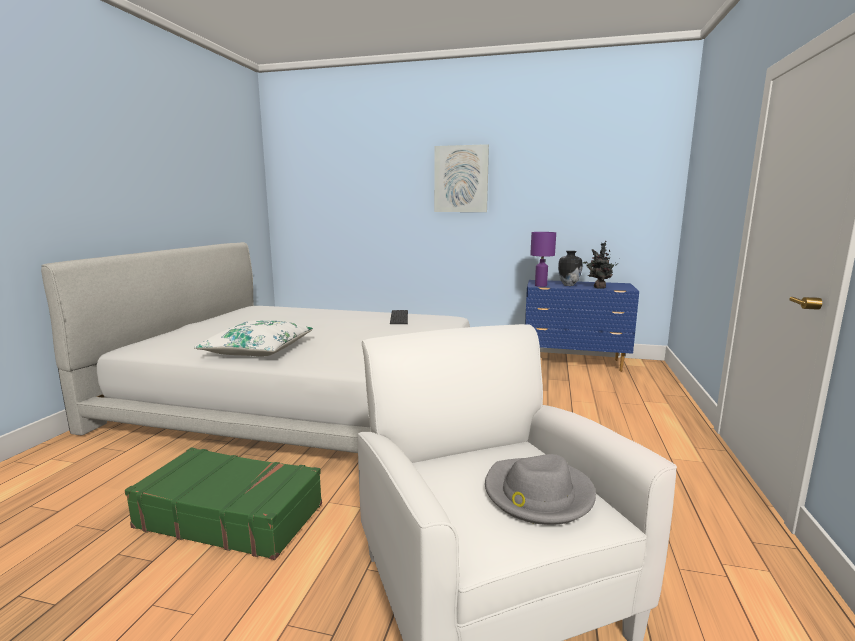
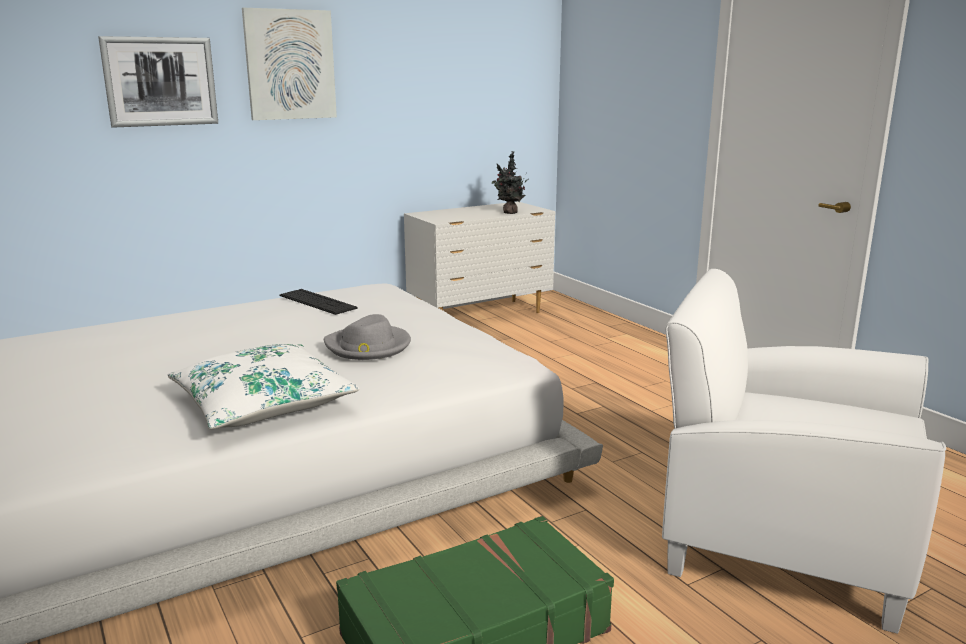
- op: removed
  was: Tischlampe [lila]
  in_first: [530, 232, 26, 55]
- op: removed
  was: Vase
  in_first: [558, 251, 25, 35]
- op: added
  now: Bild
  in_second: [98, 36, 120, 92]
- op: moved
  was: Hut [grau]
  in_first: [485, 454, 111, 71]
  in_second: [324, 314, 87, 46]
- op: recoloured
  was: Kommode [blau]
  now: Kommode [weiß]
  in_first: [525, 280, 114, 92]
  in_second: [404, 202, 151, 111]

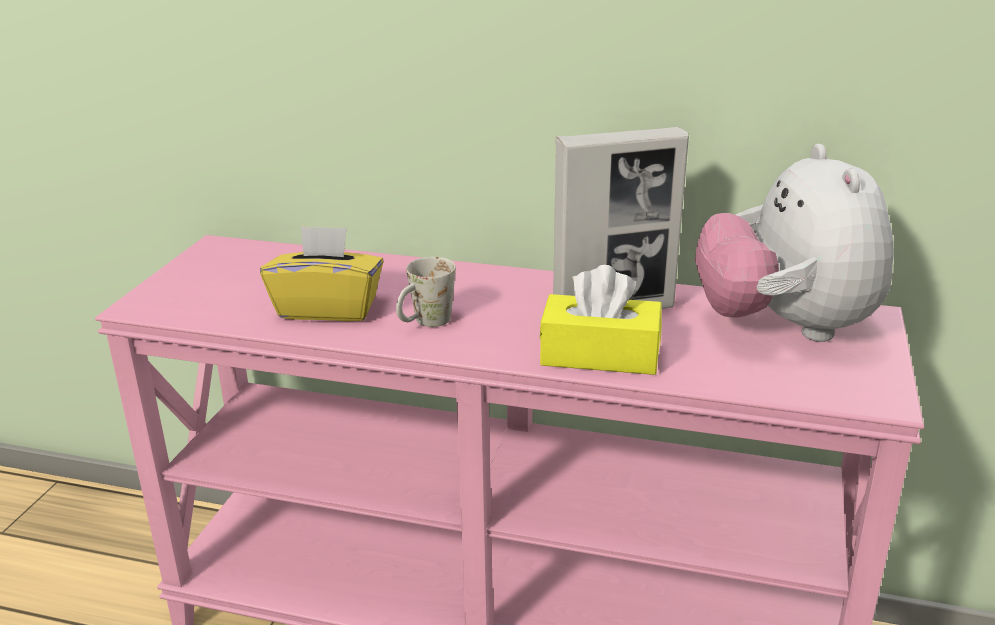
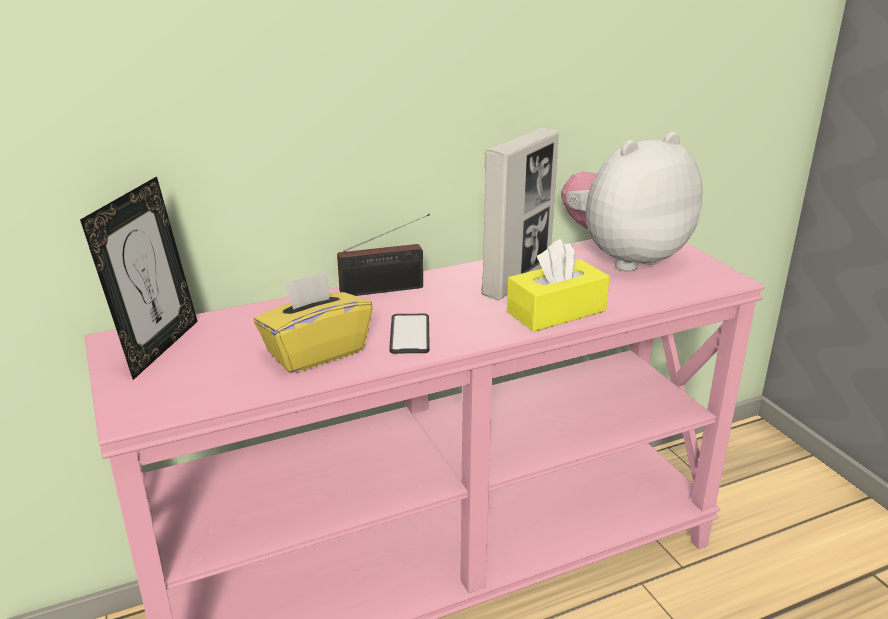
- op: added
  now: Bilderrahmen
  in_second: [80, 176, 118, 204]
- op: added
  now: Radio
  in_second: [337, 214, 93, 82]
- op: replaced
  was: Henkelbecher [weiß]
  now: Handy
  in_first: [396, 257, 60, 70]
  in_second: [389, 314, 41, 40]
- op: turned
  was: Plüschtier
  in_first: [695, 144, 199, 198]
  in_second: [561, 132, 142, 139]
  clockwise: 105

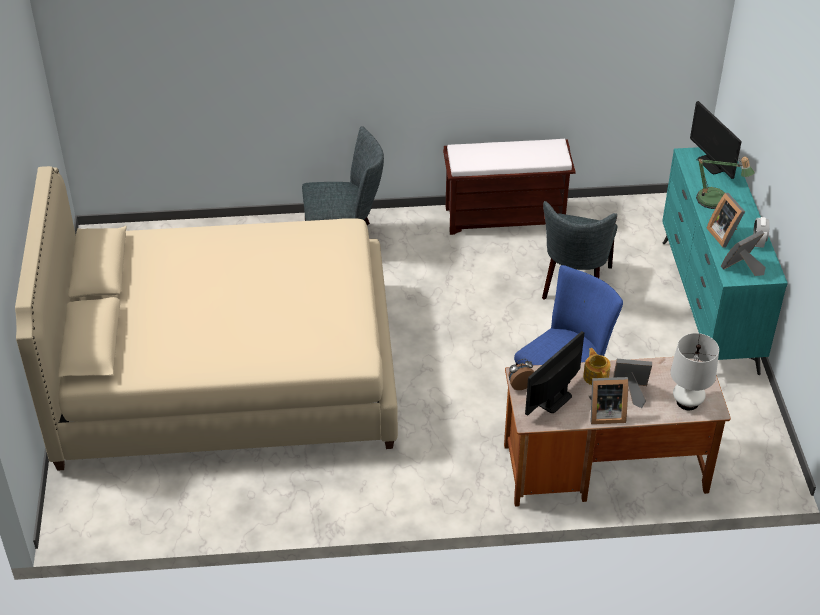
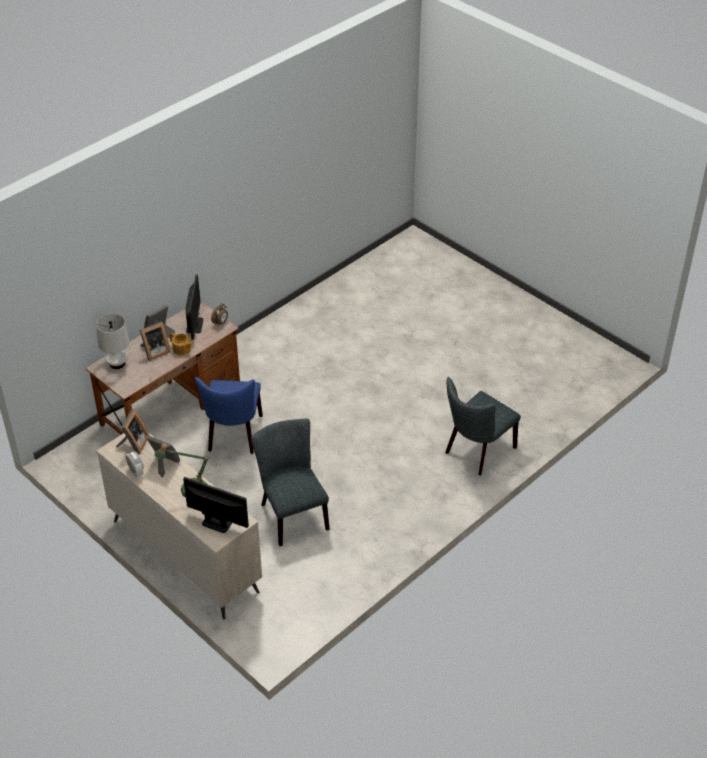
- op: removed
  was: Bett [beige]
  in_first: [15, 166, 383, 305]
- op: removed
  was: Bank [braun]
  in_first: [443, 139, 132, 96]
- op: recoloured
  was: Kommode [türkis]
  now: Kommode [beige]
  in_first: [662, 147, 126, 228]
  in_second: [97, 432, 165, 187]

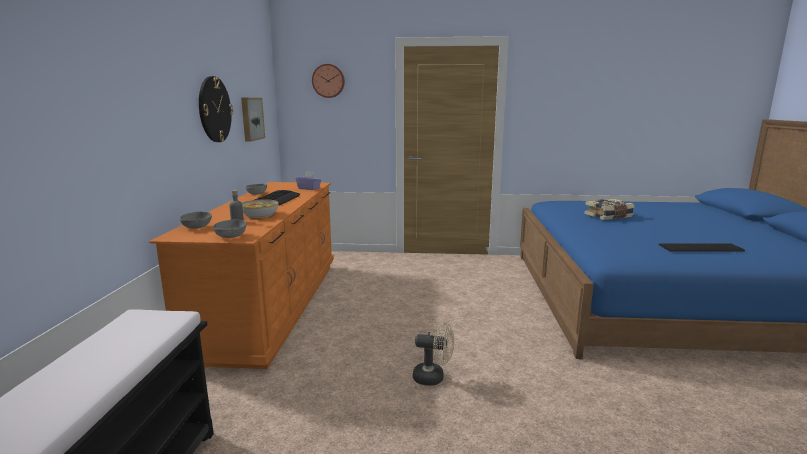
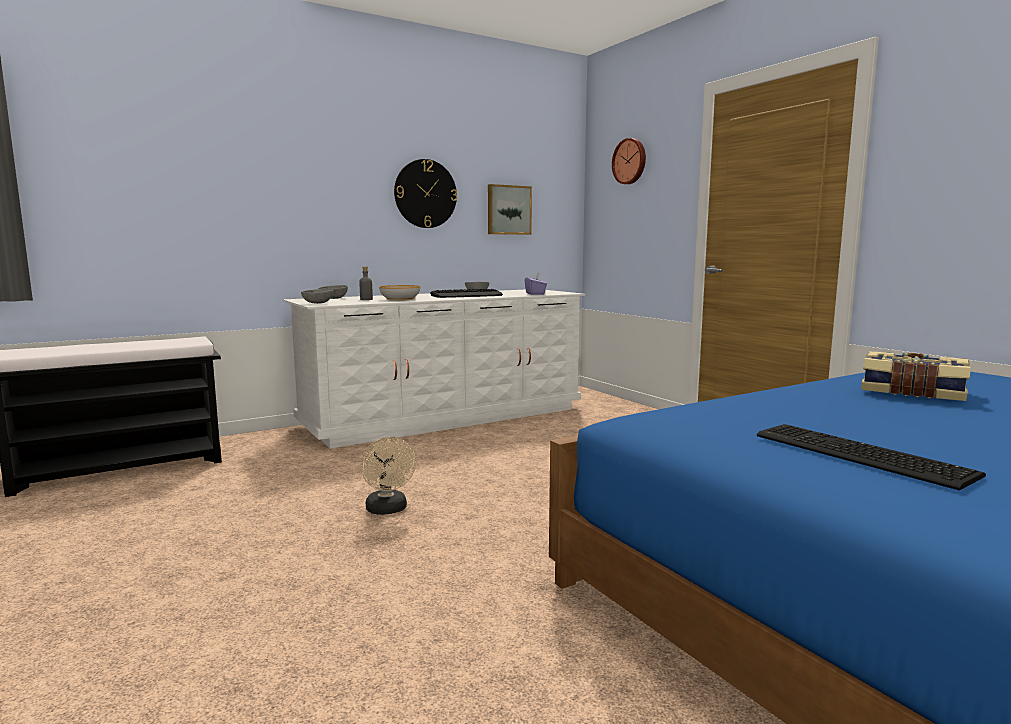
- op: recoloured
  was: Kommode [orange]
  now: Kommode [weiß]
  in_first: [149, 182, 185, 187]
  in_second: [284, 290, 301, 158]

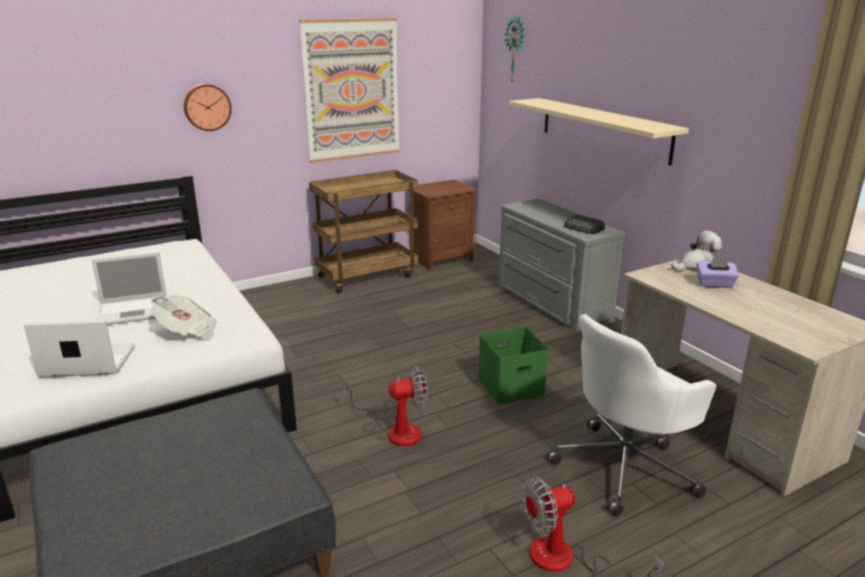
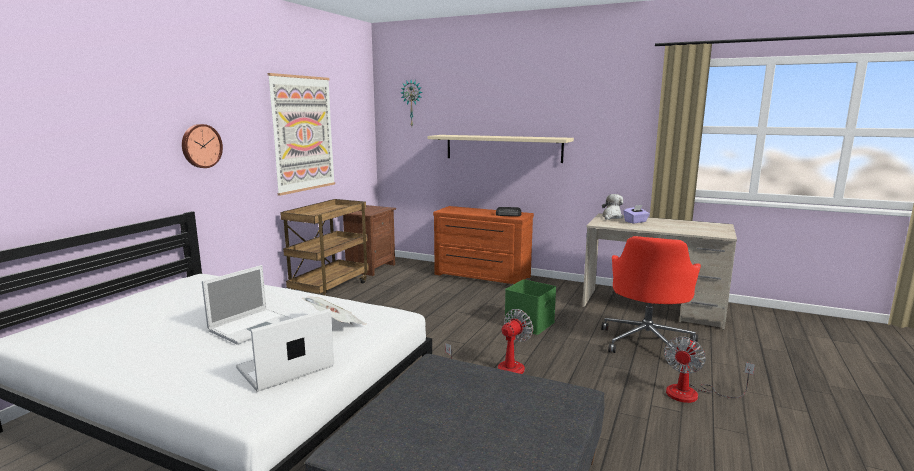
- op: recoloured
  was: Kommode [grau]
  now: Kommode [braun]
  in_first: [498, 198, 128, 134]
  in_second: [433, 206, 101, 79]
- op: recoloured
  was: Bürostuhl [weiß]
  now: Bürostuhl [rot]
  in_first: [547, 314, 169, 203]
  in_second: [601, 236, 100, 129]

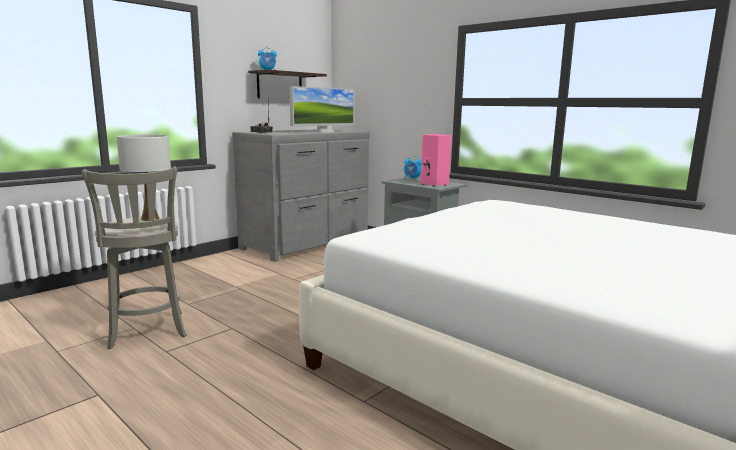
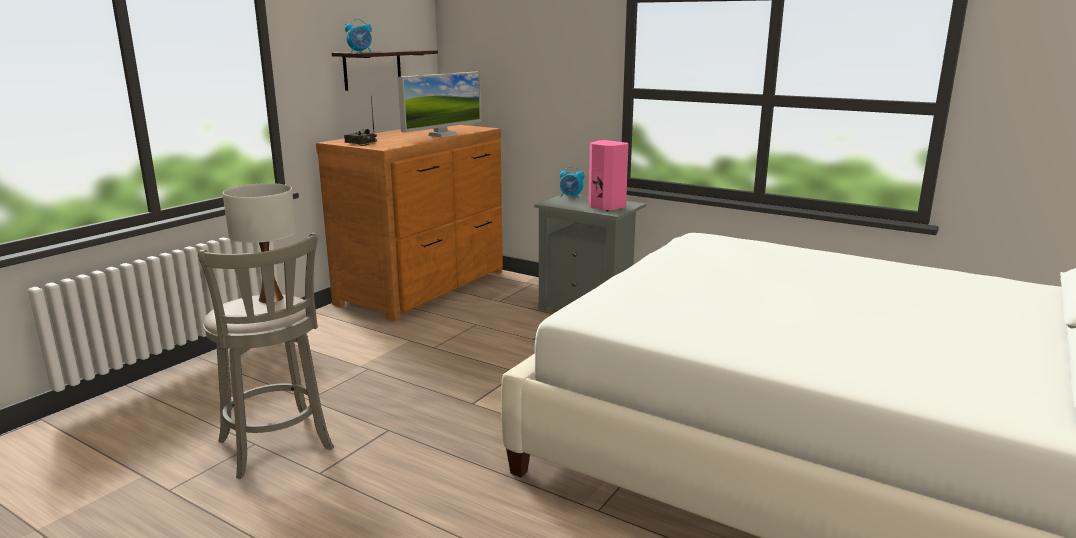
- op: recoloured
  was: Kommode [grau]
  now: Kommode [braun]
  in_first: [232, 129, 138, 133]
  in_second: [316, 125, 187, 197]

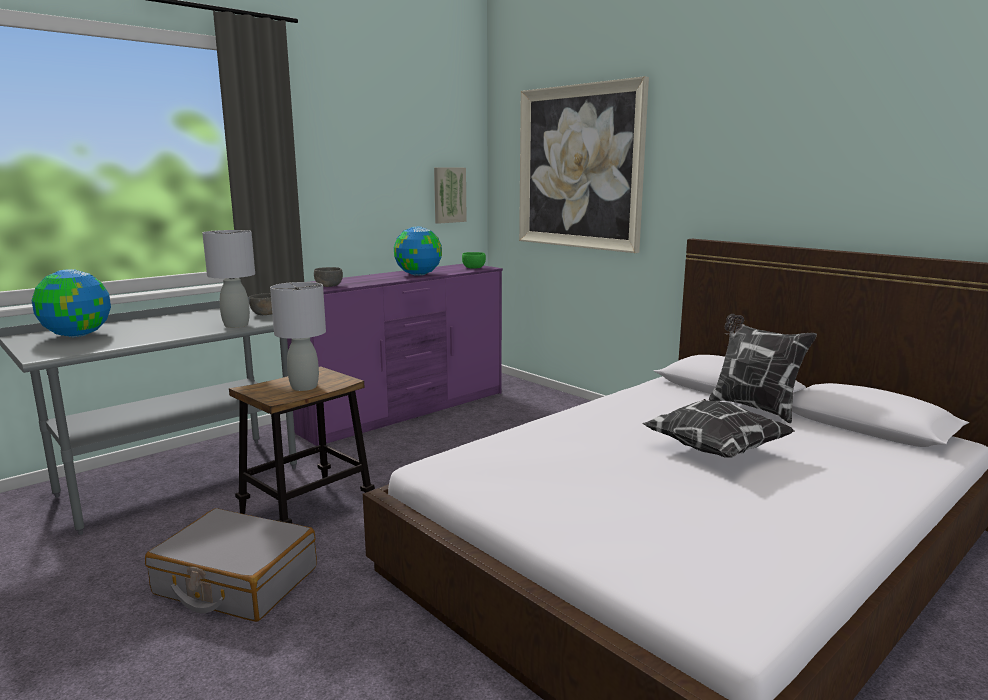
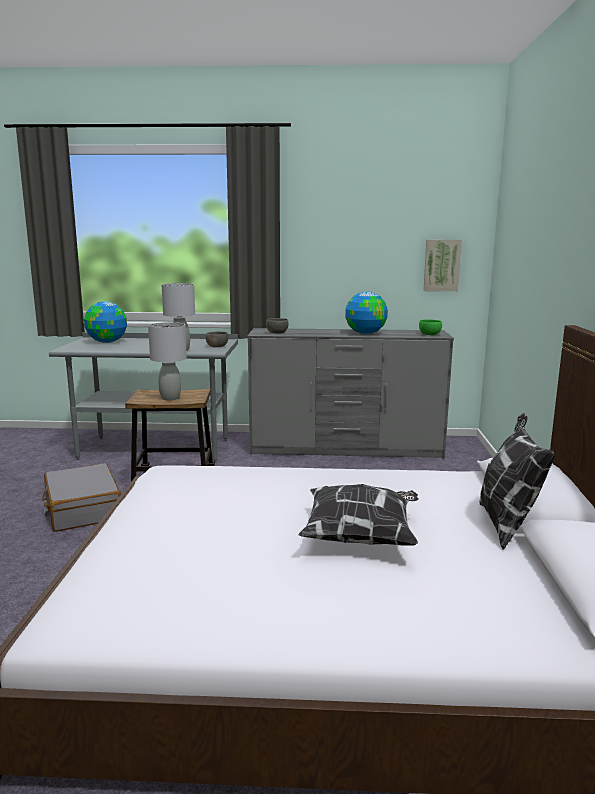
- op: removed
  was: Bild
  in_first: [519, 76, 130, 177]
- op: recoloured
  was: Kommode [lila]
  now: Kommode [grau]
  in_first: [287, 264, 216, 182]
  in_second: [247, 328, 207, 130]

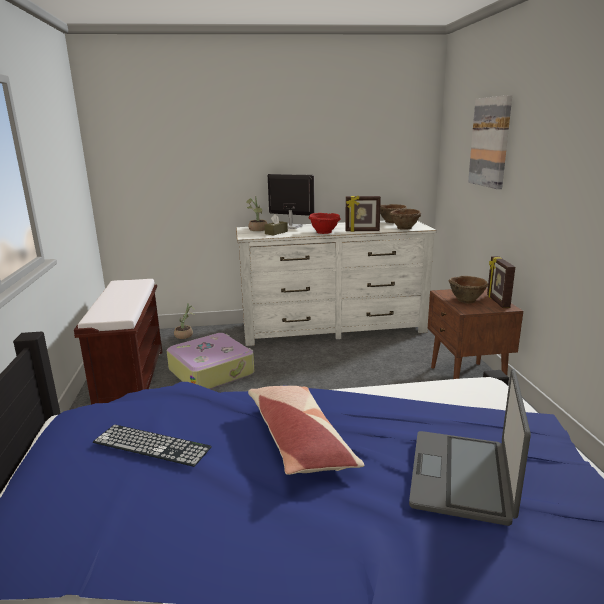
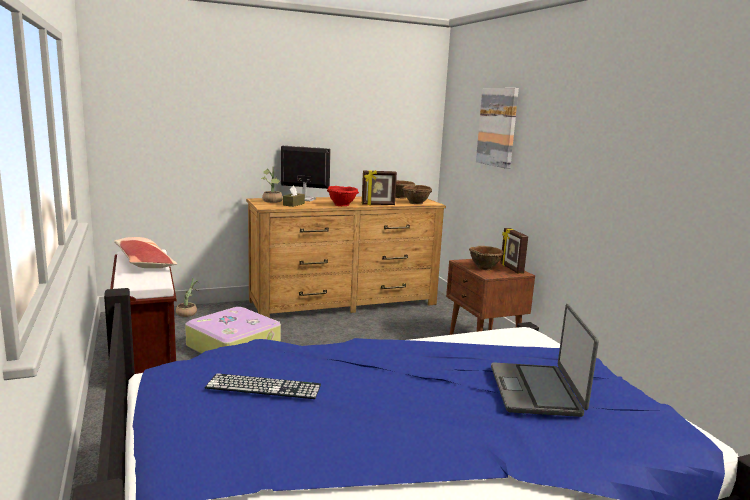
- op: moved
  was: Kissen
  in_first: [248, 386, 116, 89]
  in_second: [114, 237, 63, 32]
- op: recoloured
  was: Kommode [weiß]
  now: Kommode [braun]
  in_first: [236, 221, 200, 125]
  in_second: [246, 197, 200, 121]

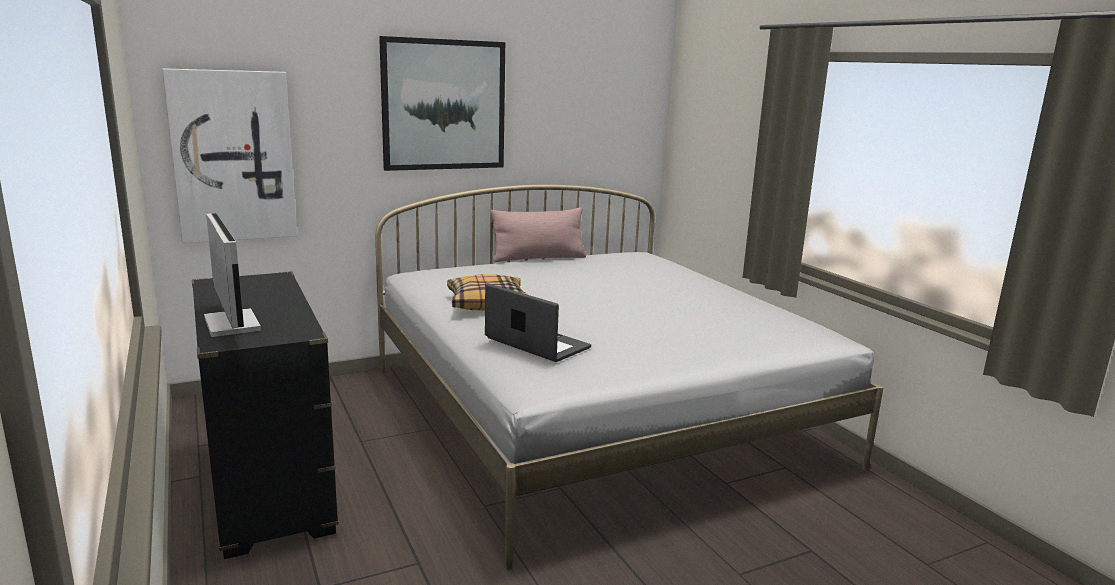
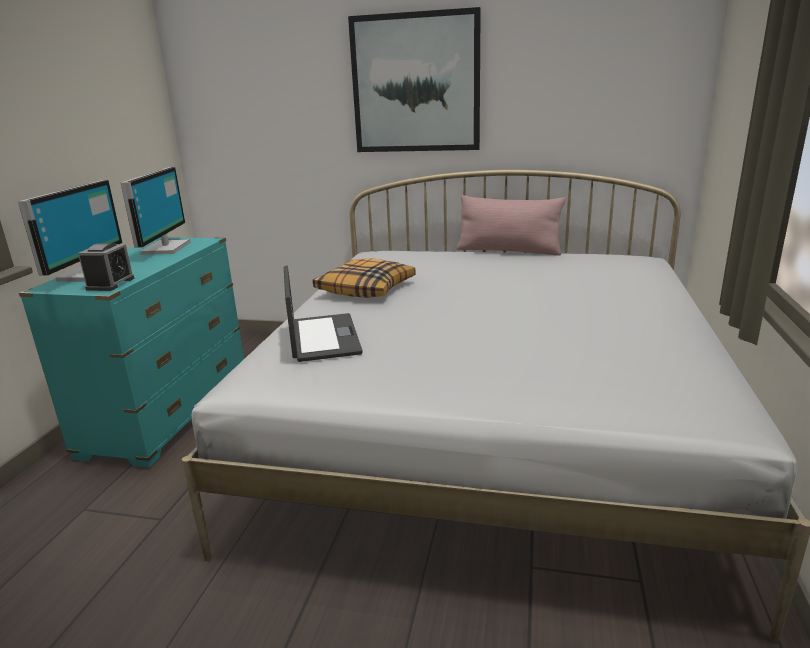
- op: removed
  was: Bild
  in_first: [162, 68, 135, 175]
- op: added
  now: Wecker
  in_second: [78, 243, 56, 48]
- op: added
  now: Monitor
  in_second: [121, 167, 70, 88]
- op: recoloured
  was: Kommode [schwarz]
  now: Kommode [türkis]
  in_first: [192, 271, 147, 288]
  in_second: [19, 237, 225, 231]

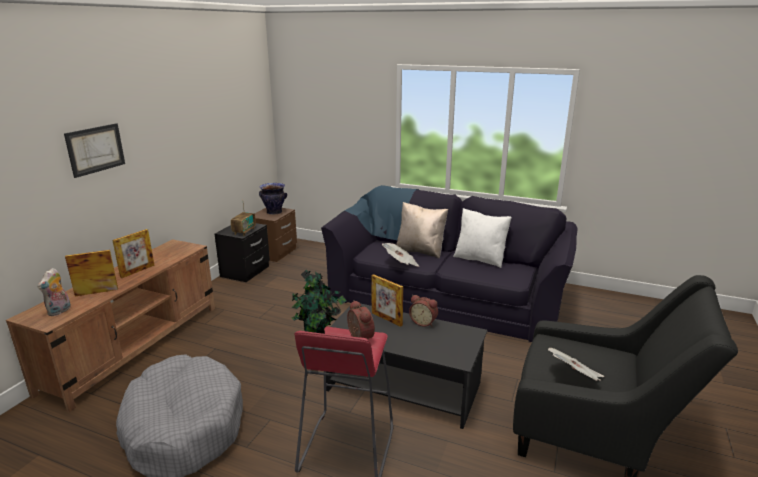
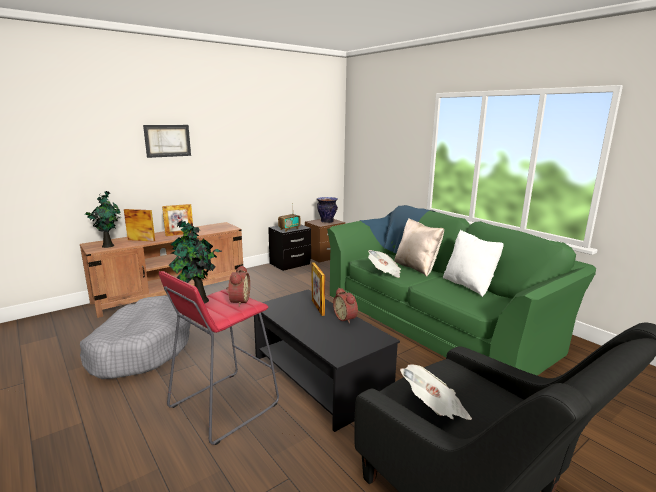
- op: replaced
  was: Plüschtier
  now: Topfpflanze
  in_first: [37, 268, 34, 48]
  in_second: [85, 191, 36, 57]
- op: recoloured
  was: Sofa [schwarz]
  now: Sofa [grün]
  in_first: [321, 185, 256, 157]
  in_second: [327, 205, 269, 170]

